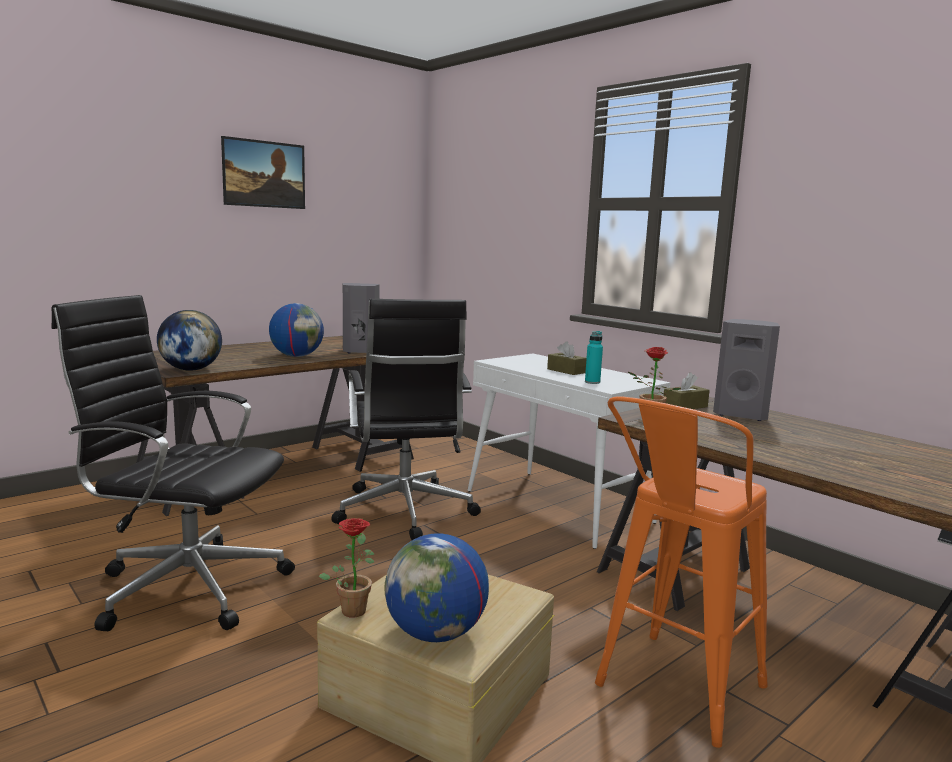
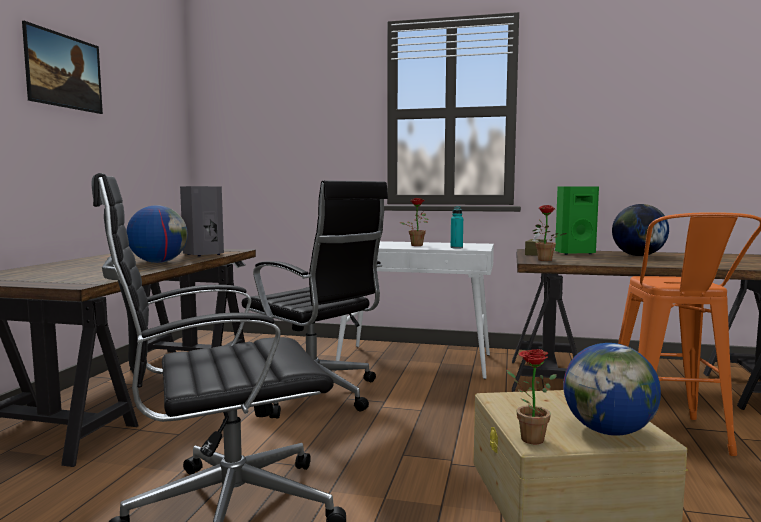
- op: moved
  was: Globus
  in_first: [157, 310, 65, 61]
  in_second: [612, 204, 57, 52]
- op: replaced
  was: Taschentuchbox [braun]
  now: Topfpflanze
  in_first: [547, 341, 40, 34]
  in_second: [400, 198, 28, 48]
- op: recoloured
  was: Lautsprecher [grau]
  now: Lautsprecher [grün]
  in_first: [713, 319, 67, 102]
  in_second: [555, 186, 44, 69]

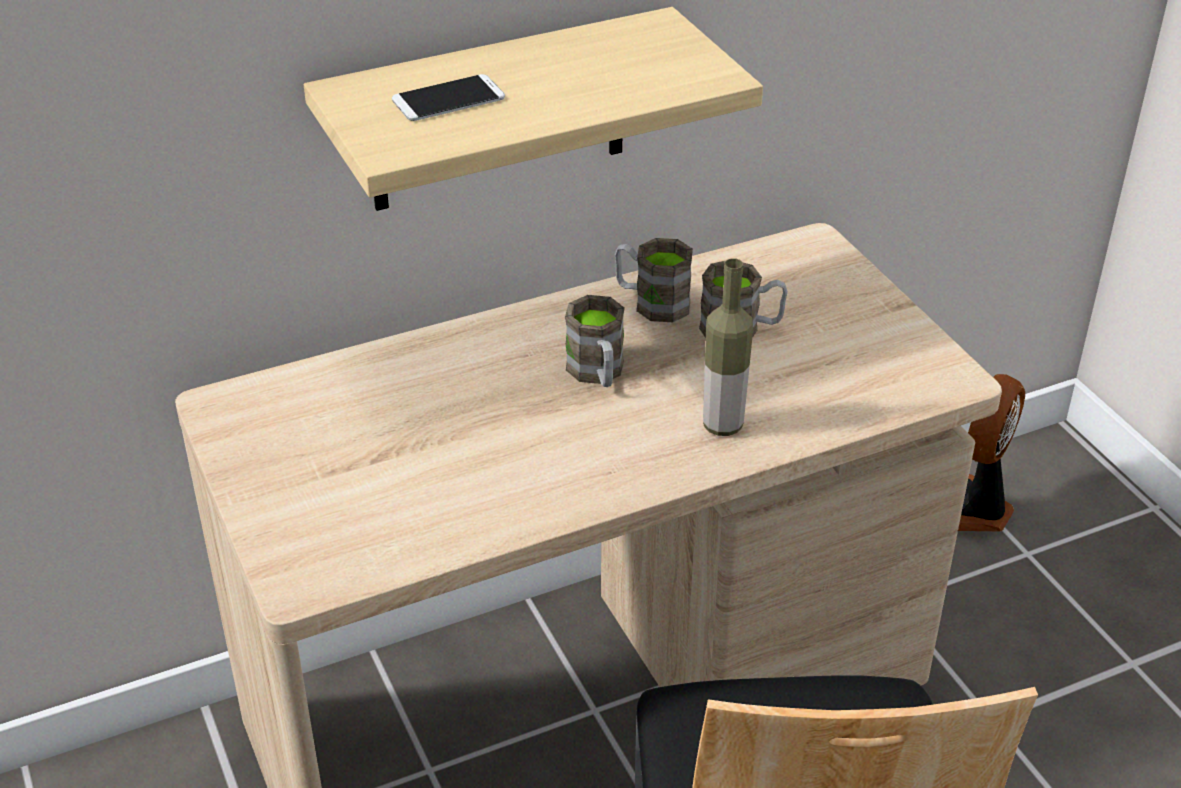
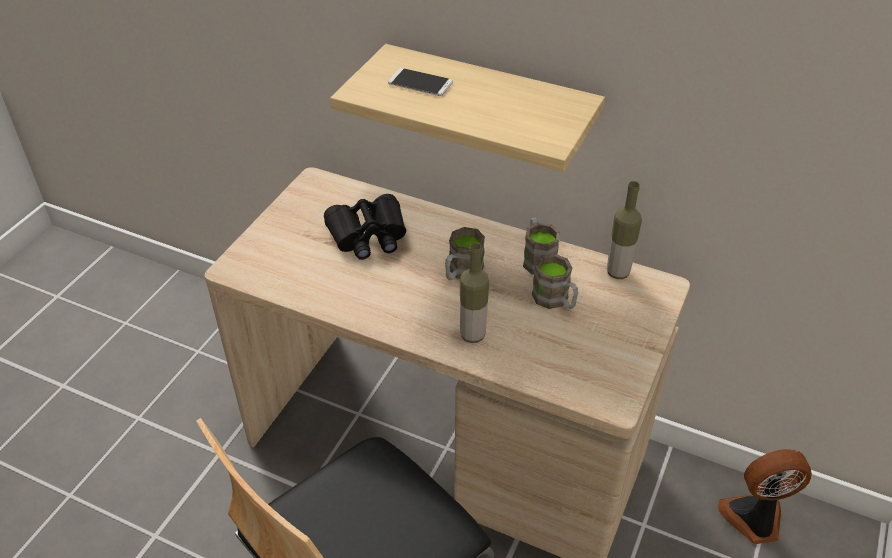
- op: added
  now: Fernglas [schwarz]
  in_second: [324, 194, 82, 66]
- op: added
  now: Flasche
  in_second: [607, 181, 35, 98]

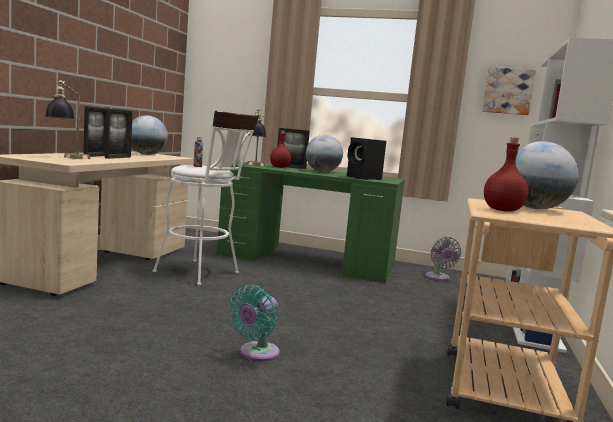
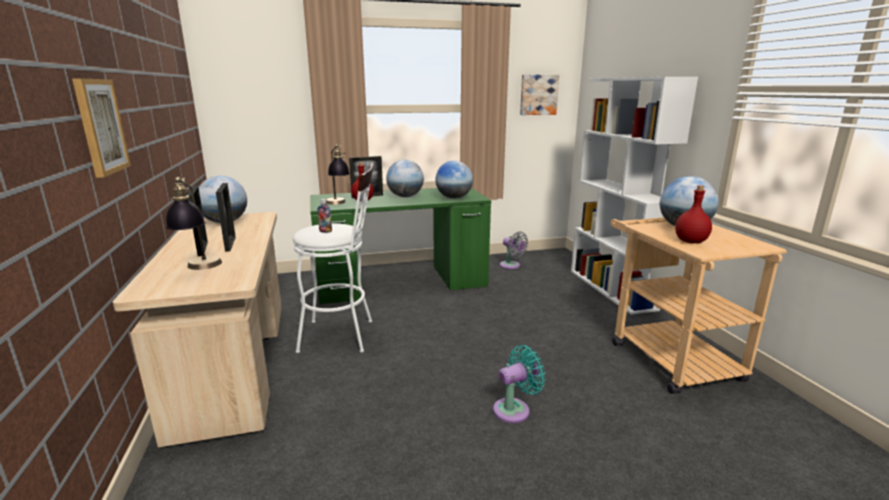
- op: added
  now: Bild
  in_second: [72, 78, 59, 100]
- op: replaced
  was: Lautsprecher [schwarz]
  now: Globus
  in_first: [347, 137, 39, 43]
  in_second: [435, 160, 38, 39]
- op: turned
  was: Ventilator [türkis]
  in_first: [229, 285, 51, 76]
  in_second: [493, 345, 53, 78]
  clockwise: -120

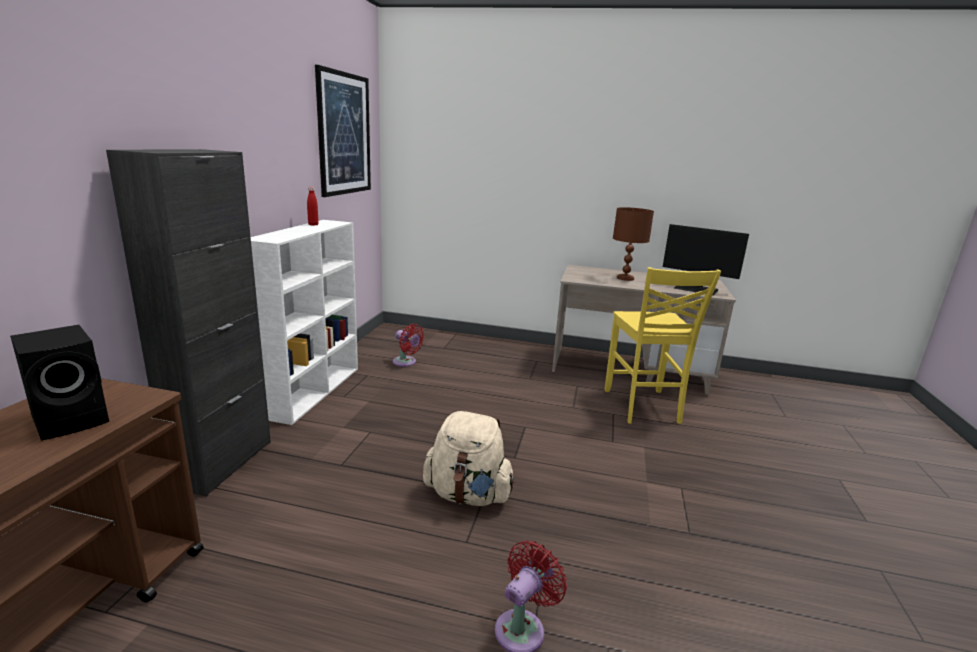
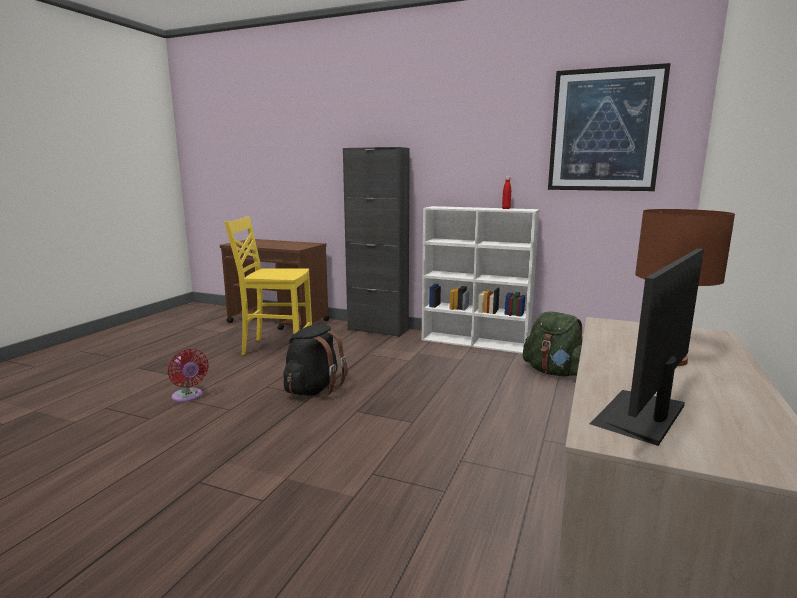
- op: removed
  was: Lautsprecher [schwarz]
  in_first: [10, 325, 99, 115]
- op: moved
  was: Stuhl [gelb]
  in_first: [605, 267, 116, 157]
  in_second: [224, 216, 88, 139]
- op: replaced
  was: Ventilator [rot]
  now: Rucksack [grün]
  in_first: [393, 324, 31, 43]
  in_second: [523, 311, 60, 65]
- op: recoloured
  was: Rucksack [beige]
  now: Rucksack [schwarz]
  in_first: [423, 411, 92, 95]
  in_second: [283, 325, 65, 73]

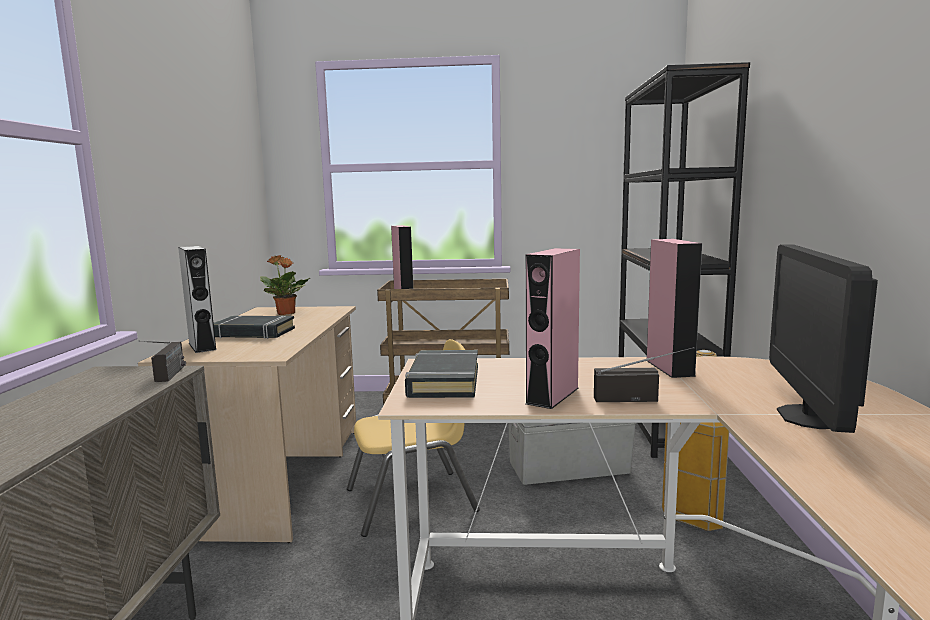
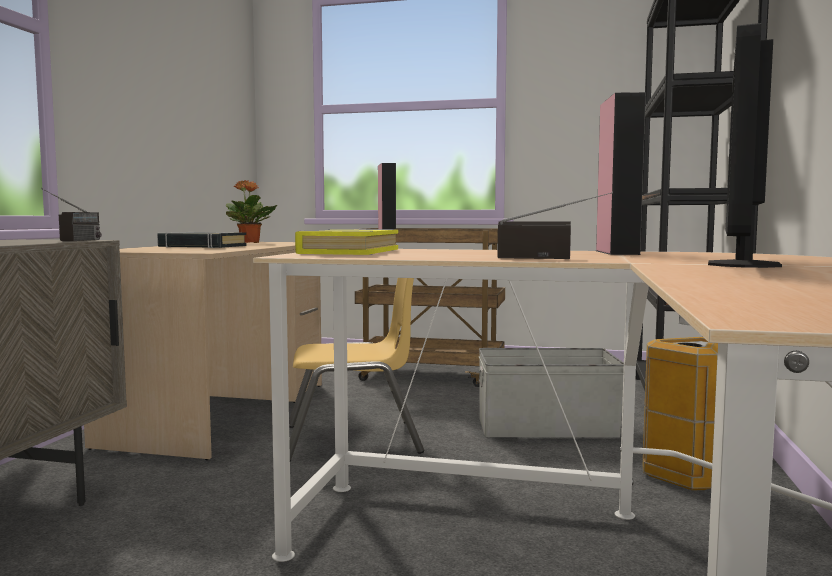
- op: removed
  was: Lautsprecher [grau]
  in_first: [178, 246, 39, 107]
- op: removed
  was: Lautsprecher [rosa]
  in_first: [525, 248, 55, 161]
- op: recoloured
  was: Buch [schwarz]
  now: Buch [gelb]
  in_first: [405, 350, 73, 48]
  in_second: [295, 229, 103, 26]

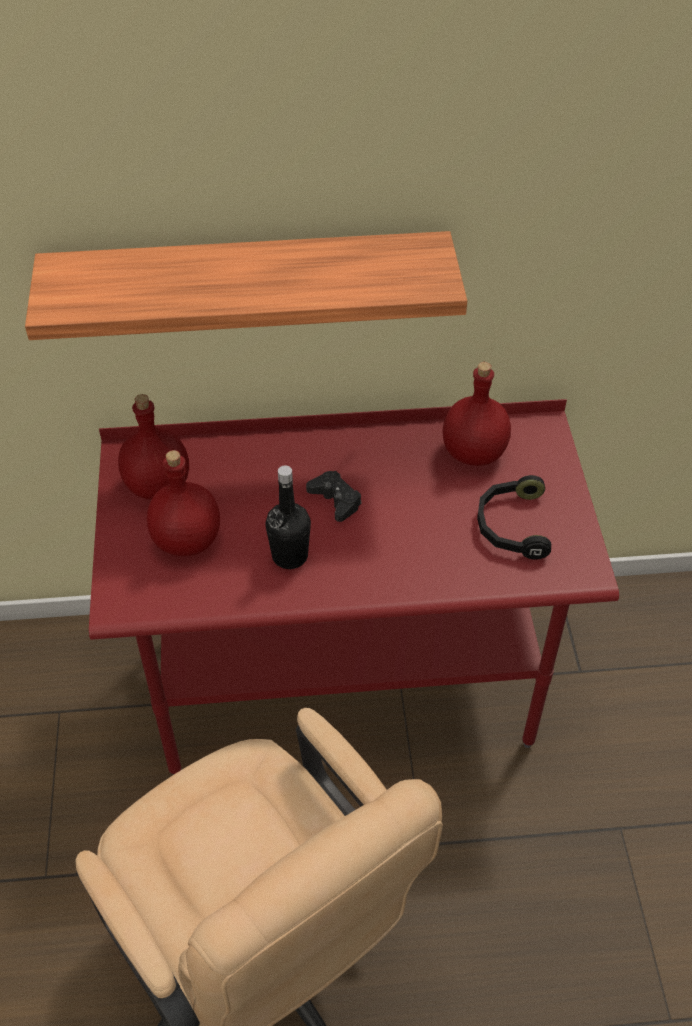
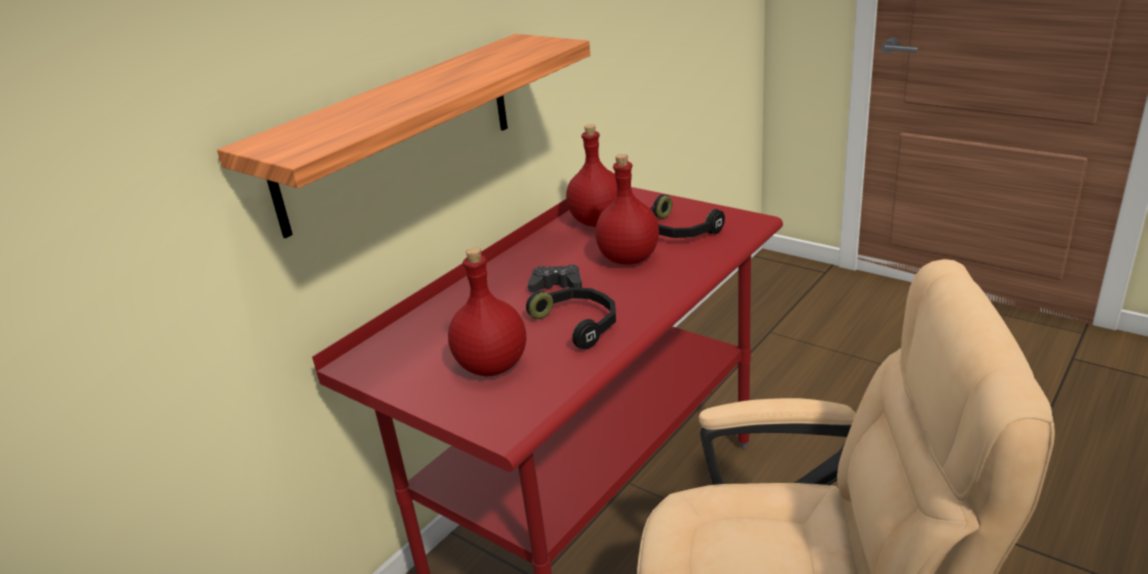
- op: moved
  was: Flasche [rot]
  in_first: [118, 394, 71, 106]
  in_second: [595, 154, 64, 111]
- op: replaced
  was: Flasche [schwarz]
  now: Kopfhörer [schwarz]
  in_first: [265, 465, 46, 104]
  in_second: [526, 287, 90, 63]

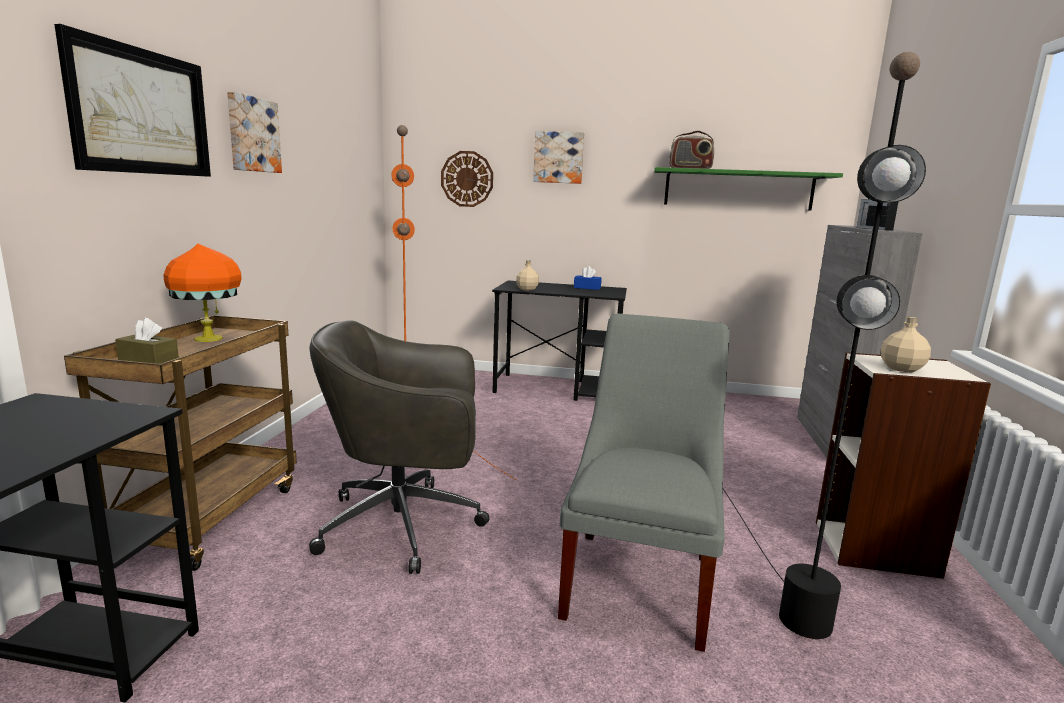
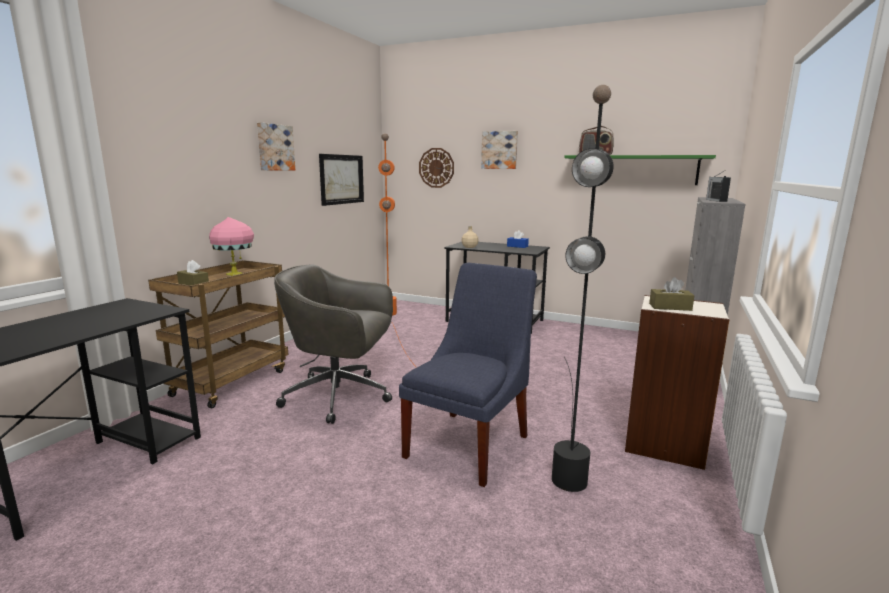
- op: moved
  was: Bild
  in_first: [54, 24, 157, 153]
  in_second: [319, 154, 45, 52]
- op: replaced
  was: Flasche [beige]
  now: Taschentuchbox [braun]
  in_first: [880, 317, 51, 55]
  in_second: [649, 277, 46, 34]
- op: recoloured
  was: Tischlampe [orange]
  now: Tischlampe [rosa]
  in_first: [164, 244, 77, 98]
  in_second: [209, 217, 45, 59]
- op: recoloured
  was: Stuhl [grau]
  now: Stuhl [blau]
  in_first: [558, 314, 172, 338]
  in_second: [399, 263, 138, 224]

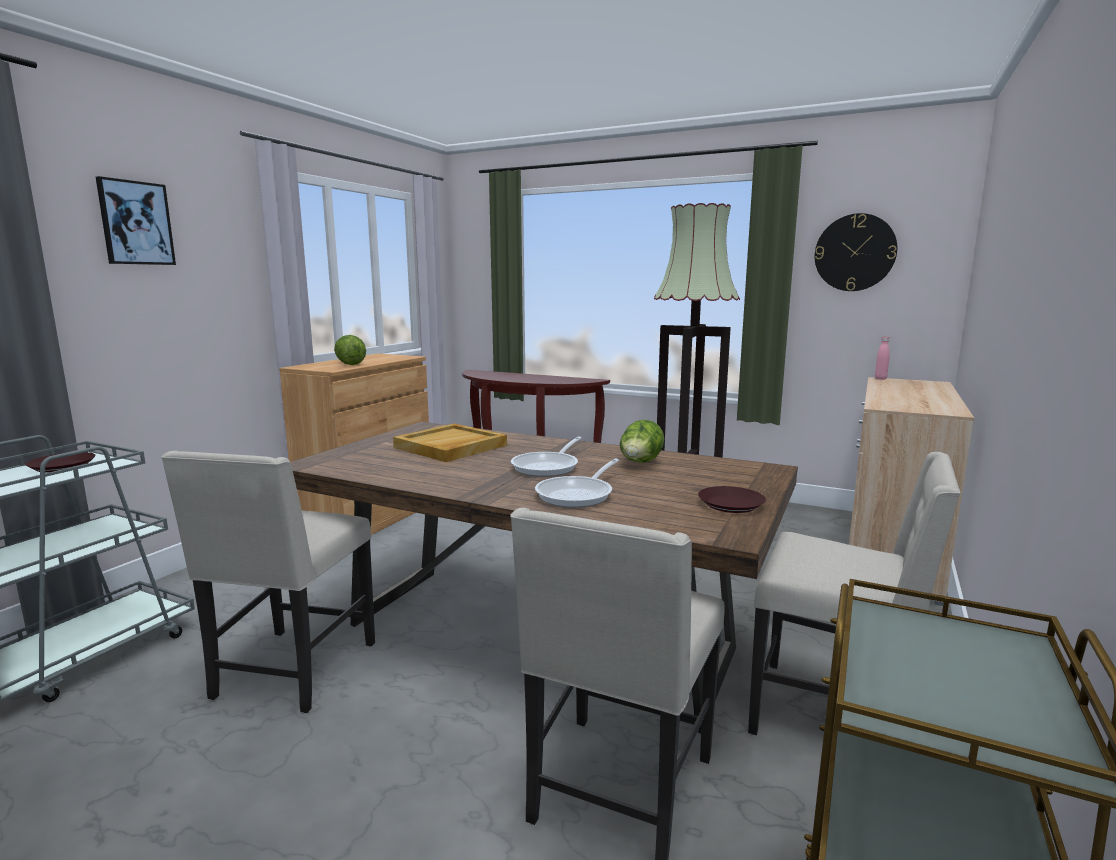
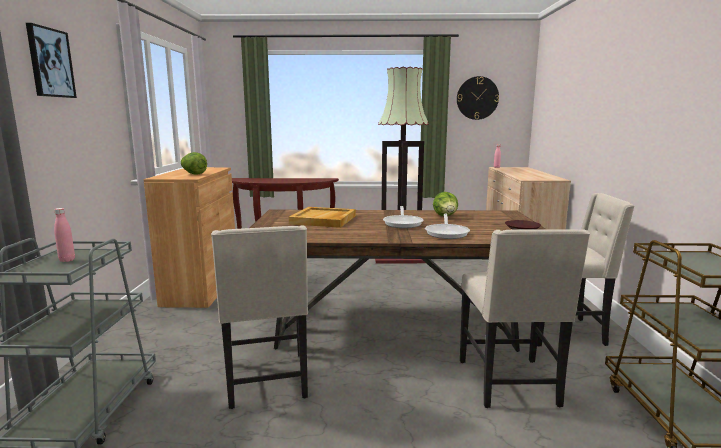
- op: replaced
  was: Teller [braun]
  now: Flasche [rosa]
  in_first: [25, 452, 71, 21]
  in_second: [54, 208, 21, 54]

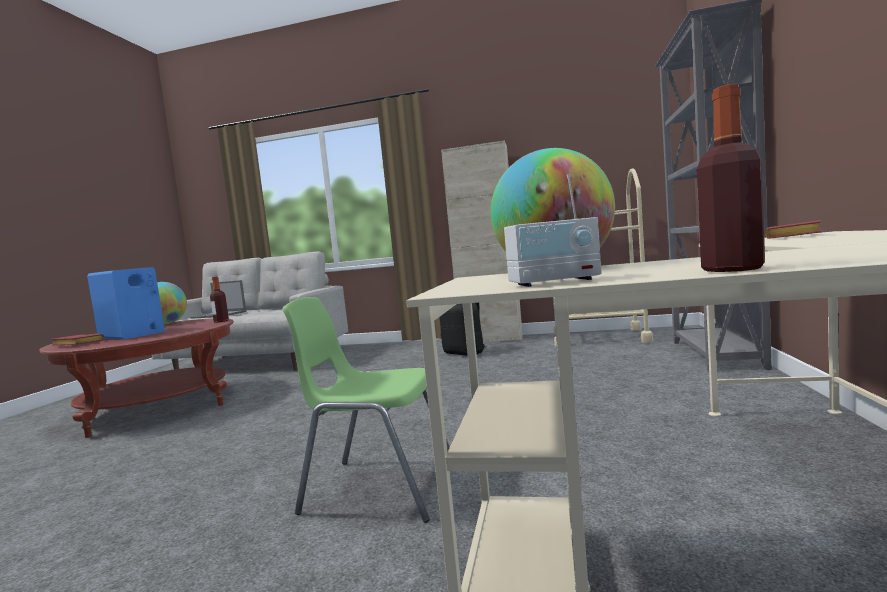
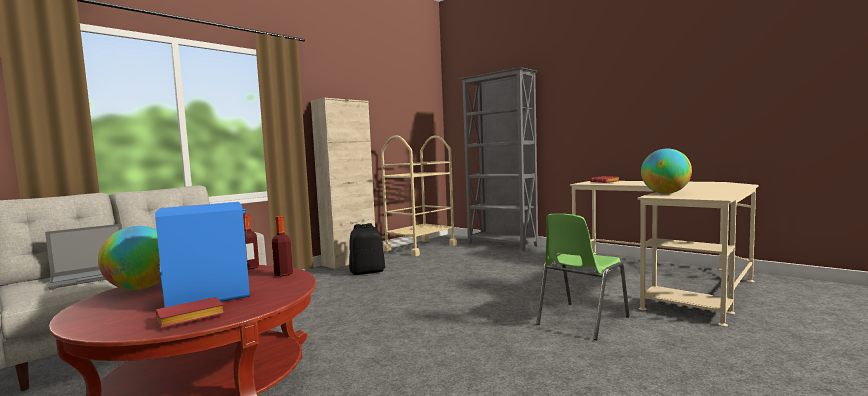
- op: removed
  was: Radio
  in_first: [504, 174, 97, 113]
- op: moved
  was: Flasche
  in_first: [697, 84, 68, 188]
  in_second: [272, 216, 21, 60]

